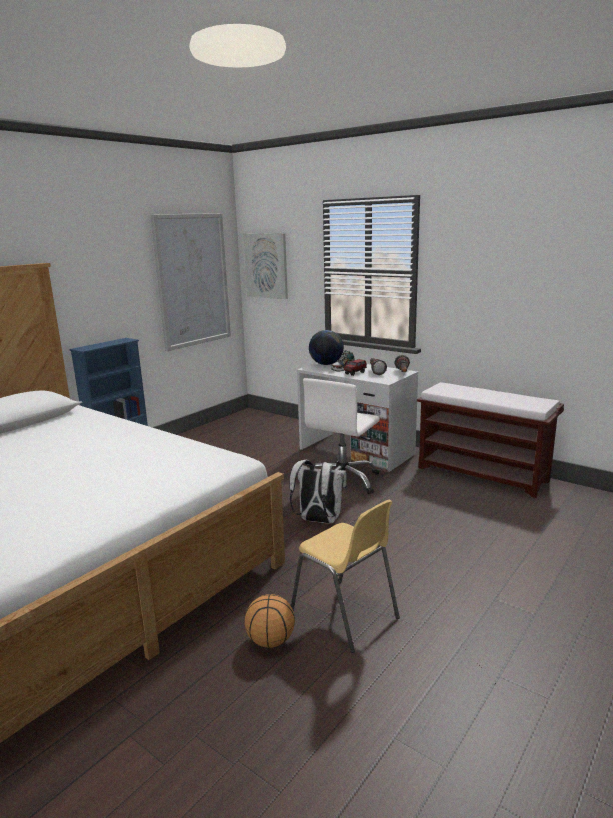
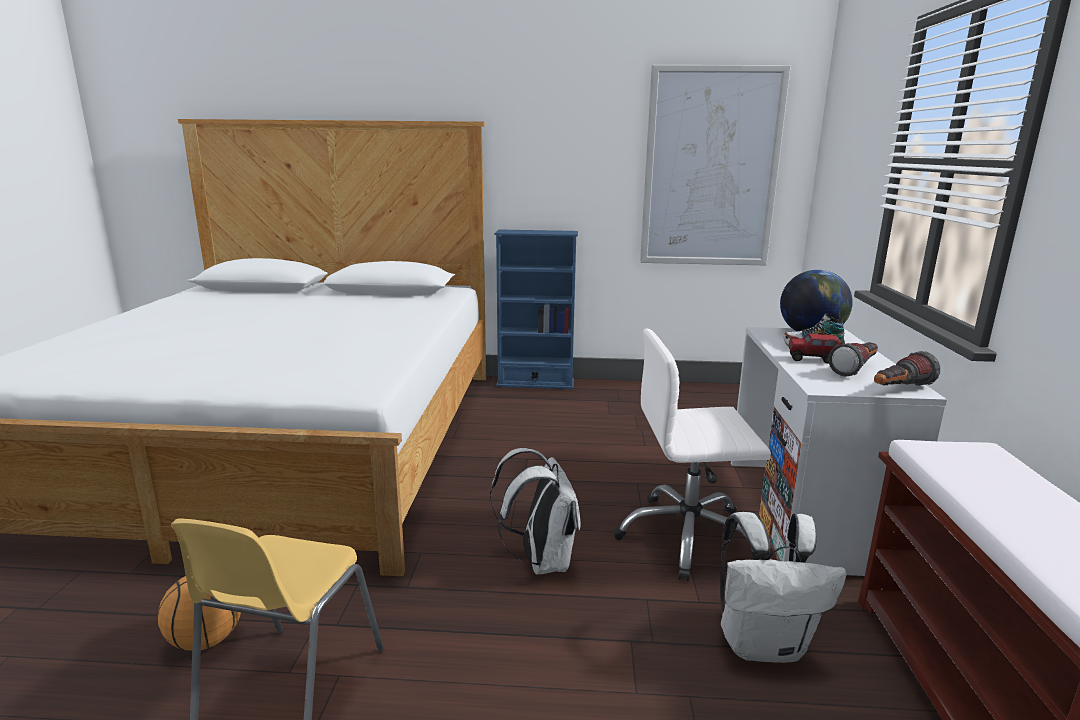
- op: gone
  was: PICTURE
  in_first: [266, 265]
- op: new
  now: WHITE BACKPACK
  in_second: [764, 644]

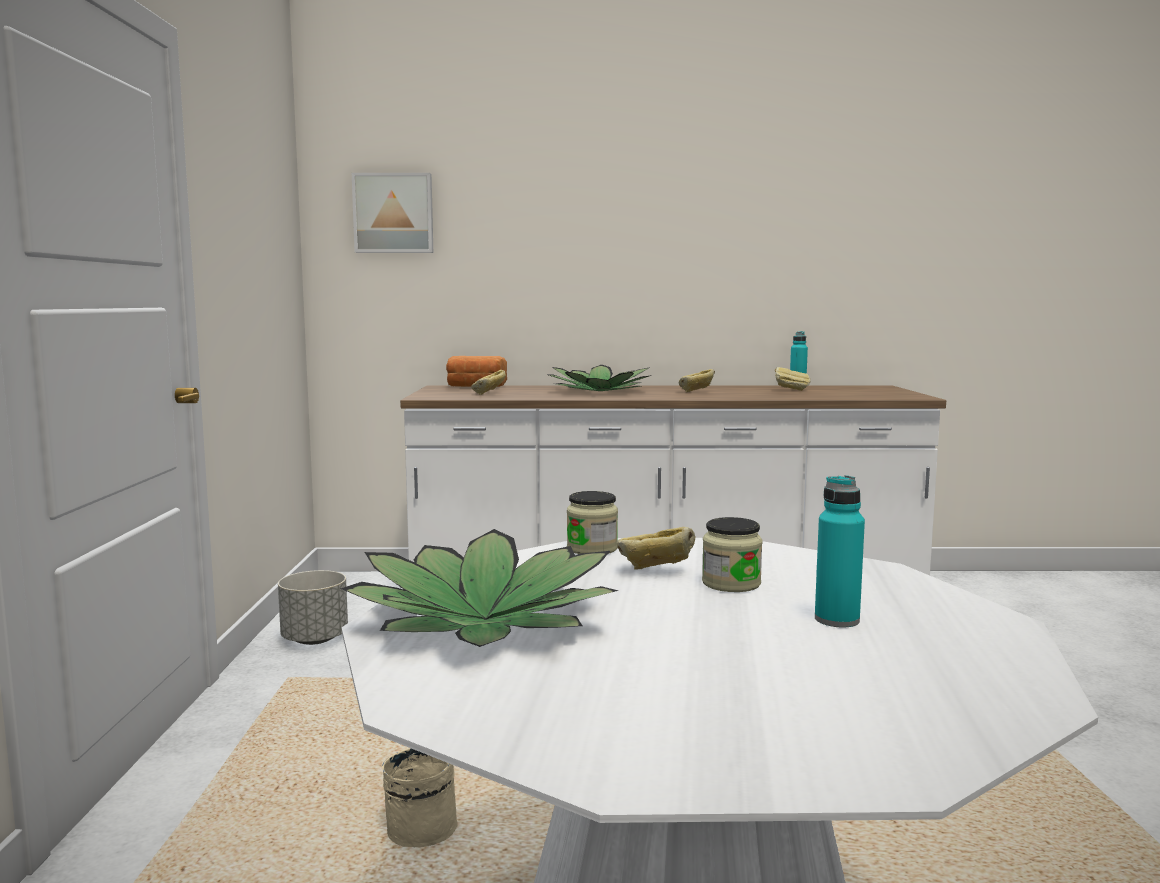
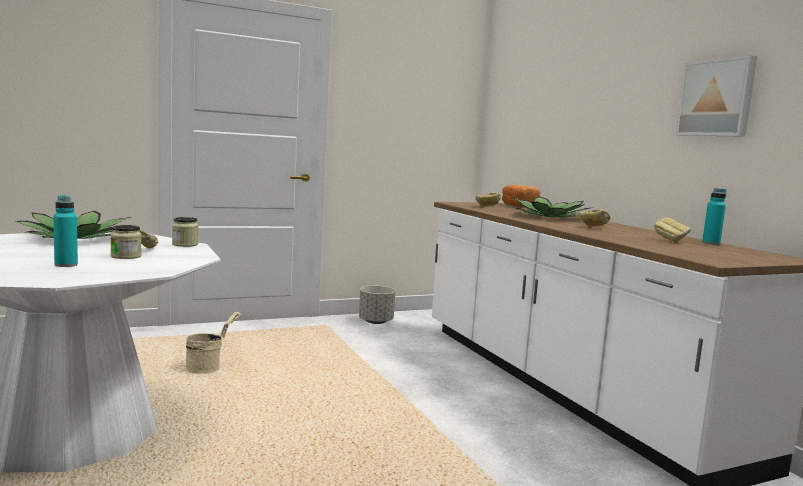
- op: shifted
  was: PICTURE
  in_first: [393, 213]
  in_second: [717, 98]

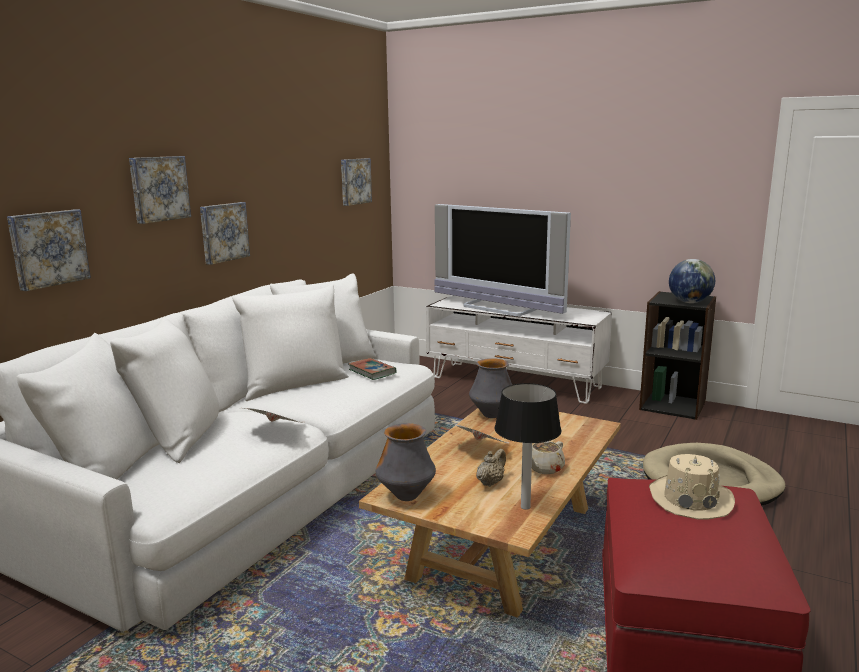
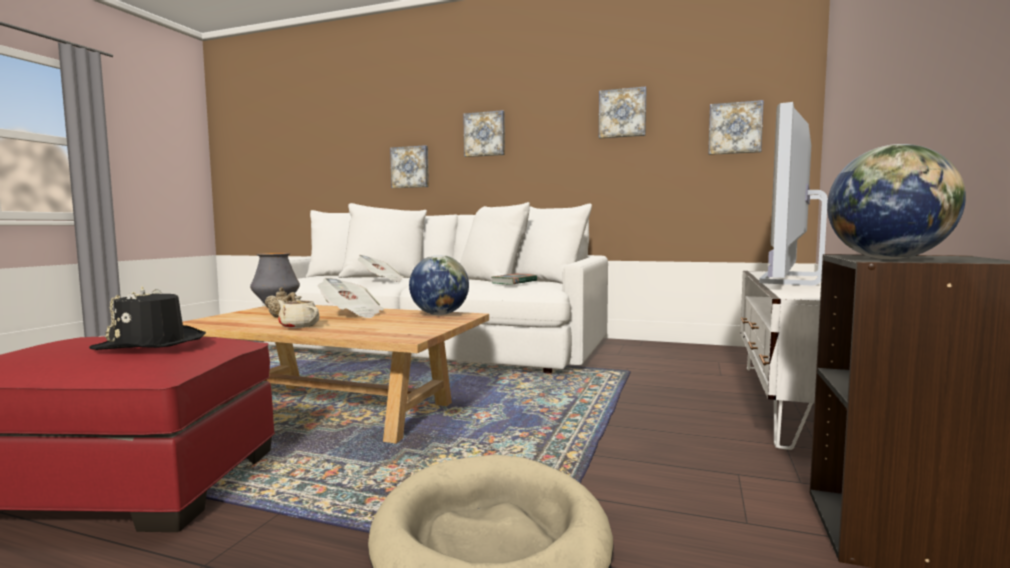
- op: shifted
  was: PICTURE
  in_first: [223, 232]
  in_second: [622, 113]
- op: swapped
  was: VASE
  now: GLOBE
  in_first: [491, 415]
  in_second: [439, 314]
- op: gone
  was: TABLE LAMP
  in_first: [525, 506]
- op: repainted
  was: BEIGE HAT
  now: BLACK HAT
  in_first: [690, 499]
  in_second: [151, 343]

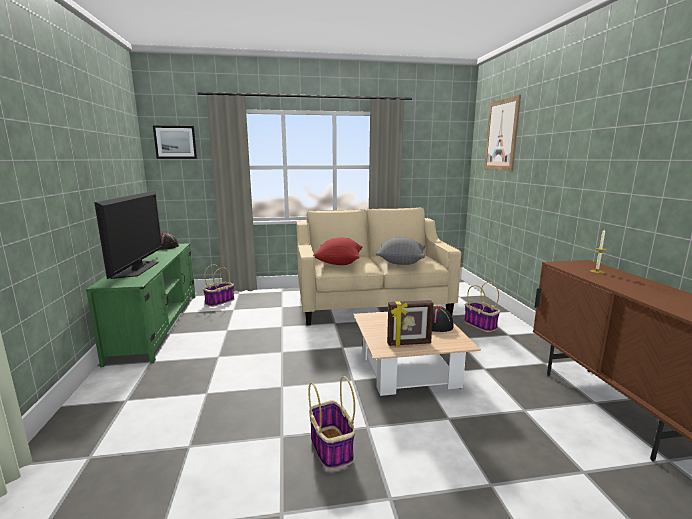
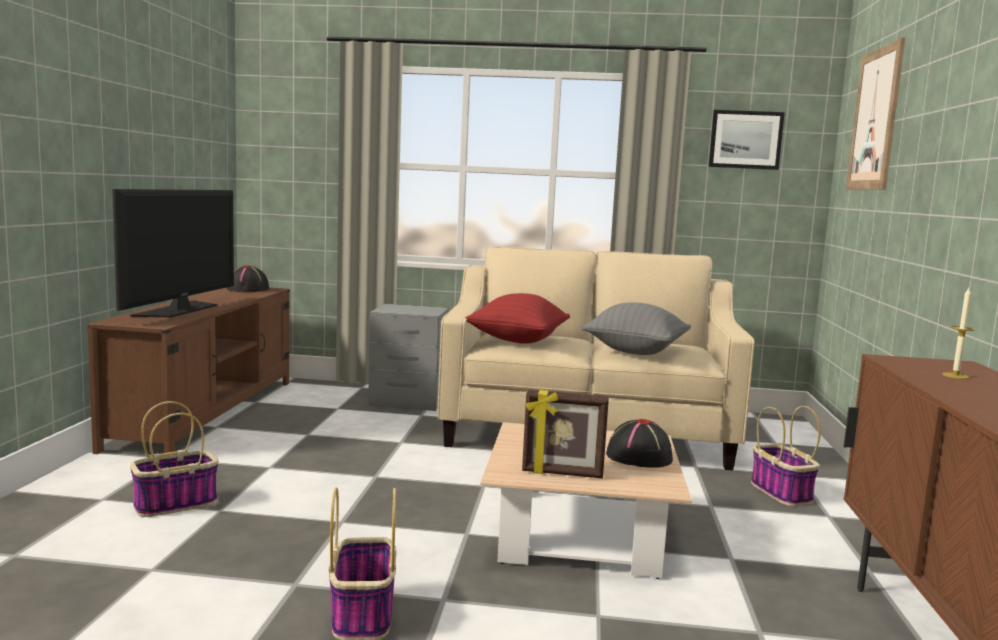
- op: shifted
  was: PICTURE
  in_first: [175, 142]
  in_second: [745, 140]
- op: repainted
  was: GREEN TV STAND
  now: BROWN TV STAND
  in_first: [157, 324]
  in_second: [207, 412]
- op: shifted
  was: BASKET
  in_first: [220, 301]
  in_second: [176, 504]
- op: new
  now: GREY NIGHTSTAND
  in_second: [409, 401]

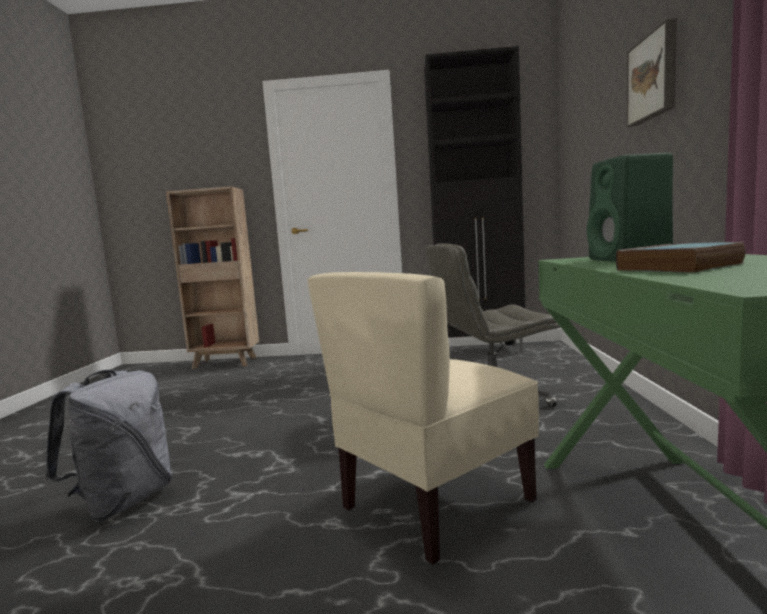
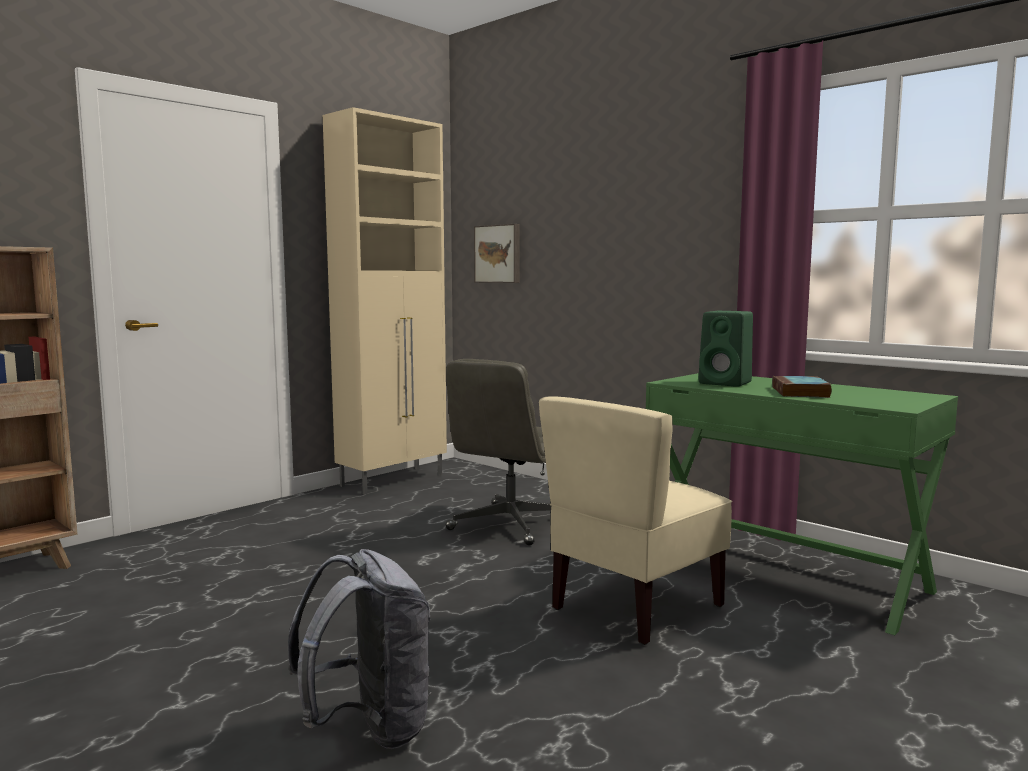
- op: shifted
  was: PICTURE
  in_first: [654, 77]
  in_second: [498, 254]
- op: repainted
  was: BLACK CABINET
  now: BEIGE CABINET
  in_first: [482, 350]
  in_second: [394, 480]
- op: rotated
  was: BEIGE CHAIR
  in_first: [435, 504]
  in_second: [635, 607]
  clockwise: 45

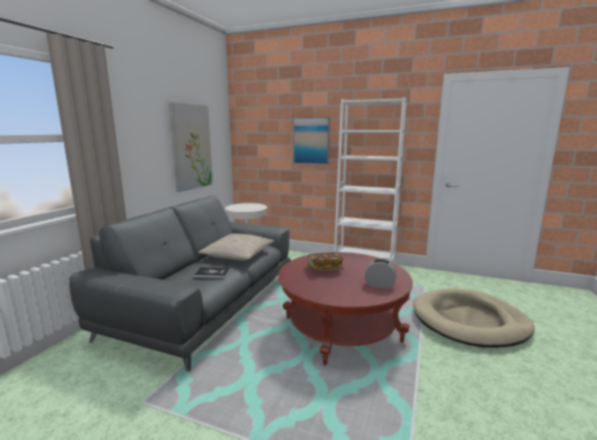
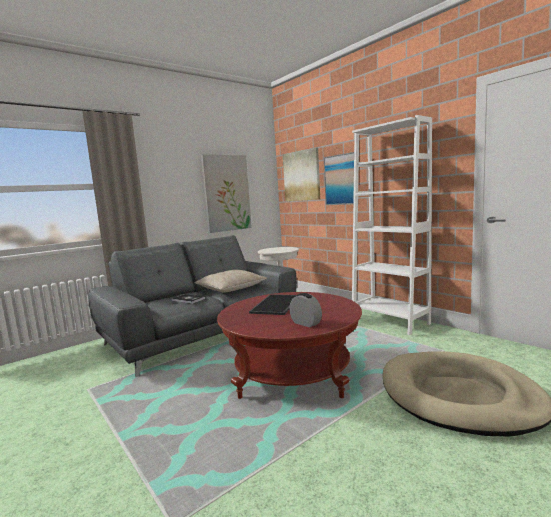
- op: swapped
  was: BOOK
  now: TRAY
  in_first: [324, 269]
  in_second: [277, 305]
- op: new
  now: PICTURE
  in_second: [301, 176]

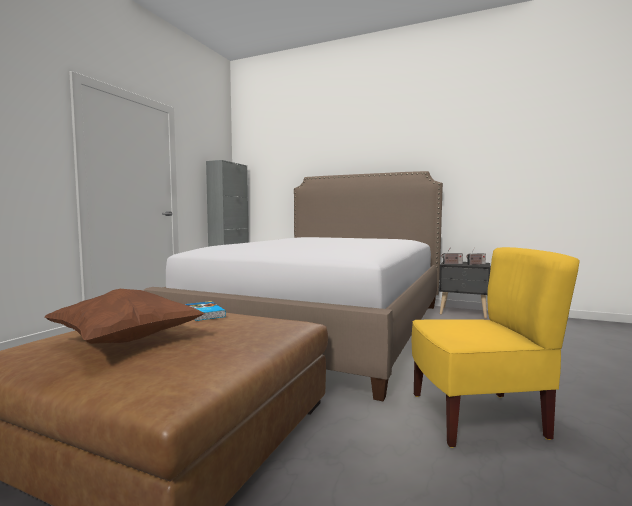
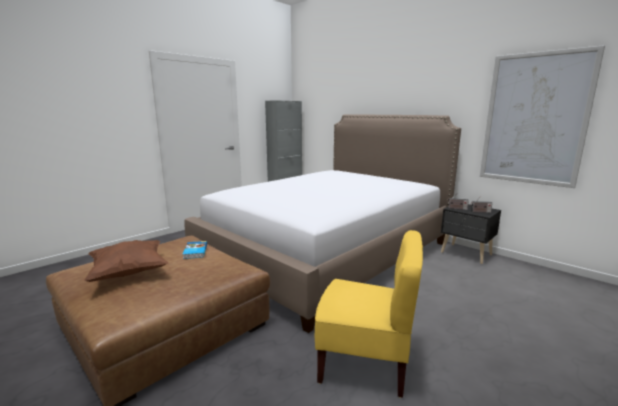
- op: new
  now: PICTURE
  in_second: [534, 119]

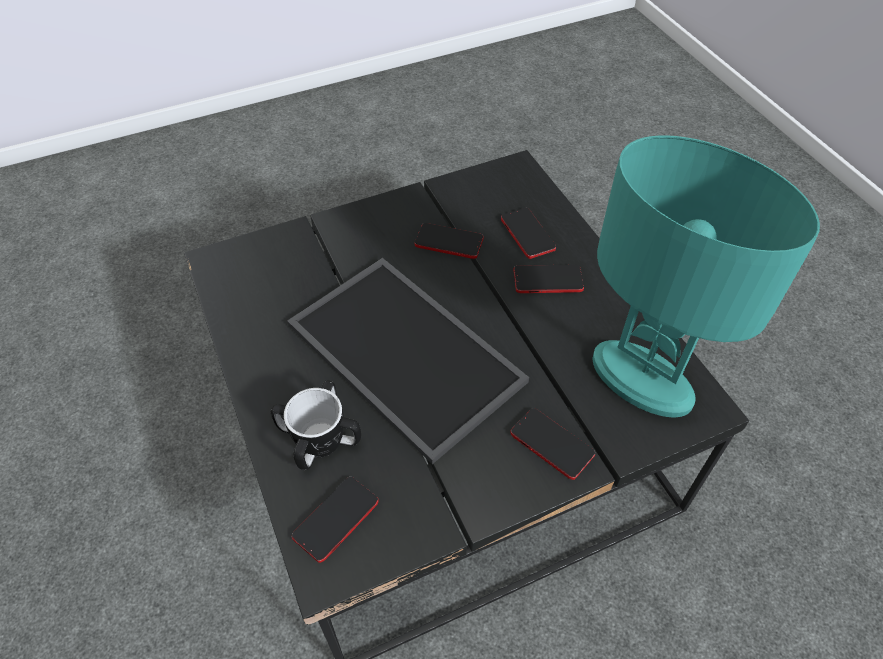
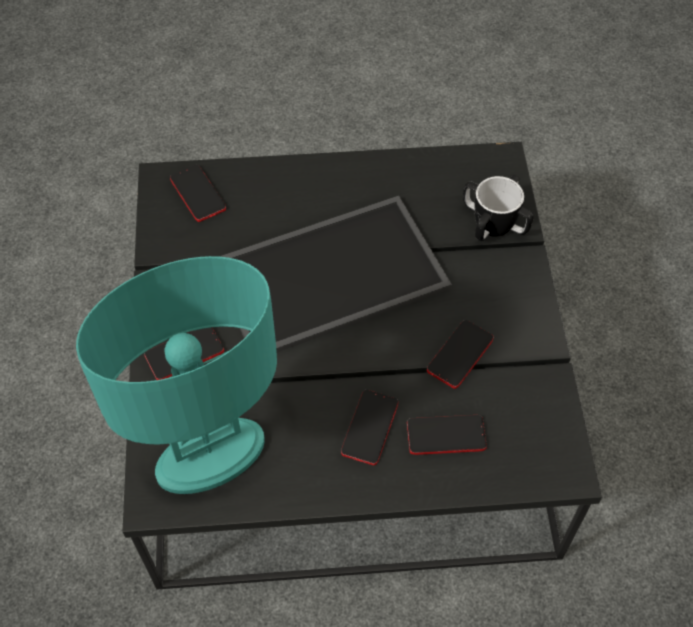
- op: shifted
  was: MUG
  in_first: [320, 440]
  in_second: [494, 223]

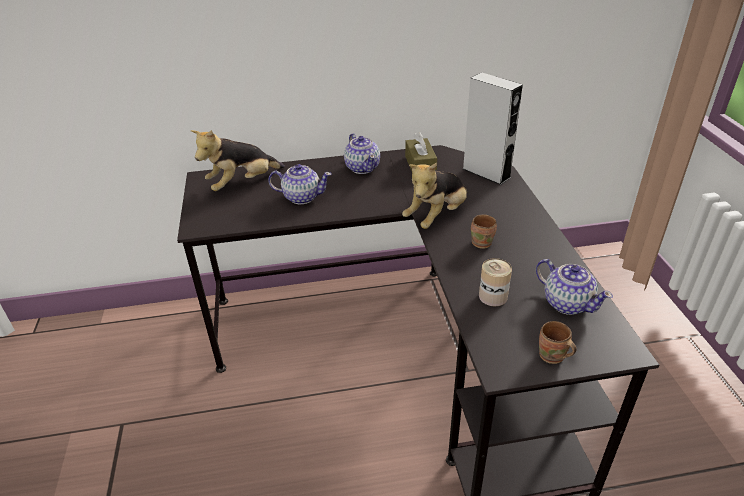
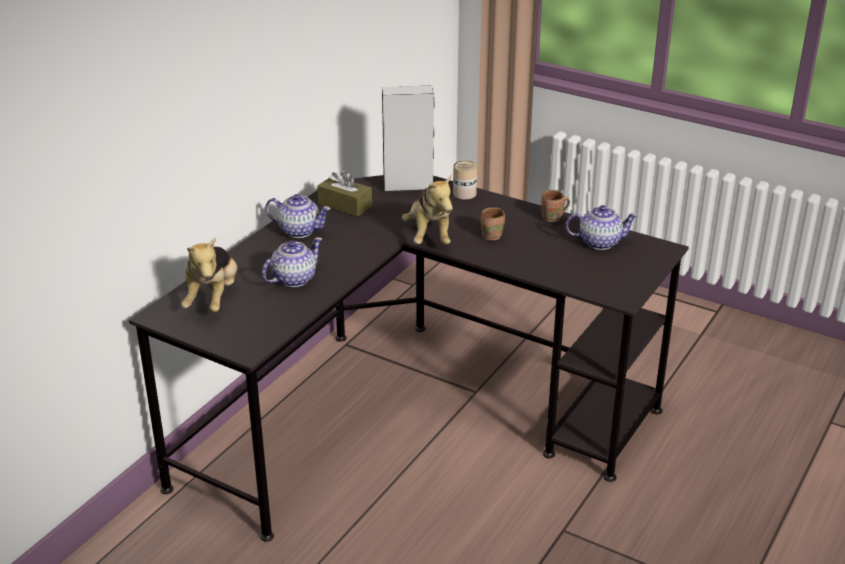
- op: shifted
  was: CAN
  in_first: [493, 296]
  in_second: [464, 193]
- op: shifted
  was: BROWN MUG
  in_first: [552, 357]
  in_second: [553, 218]

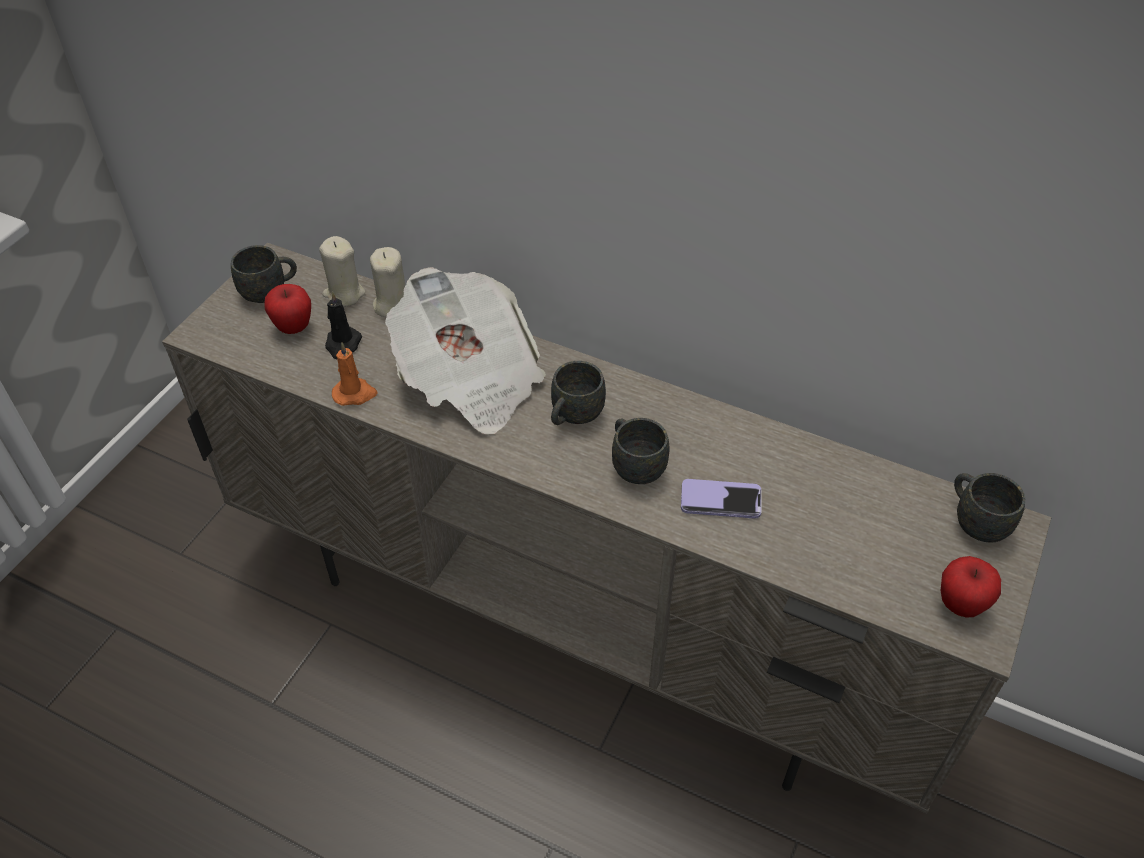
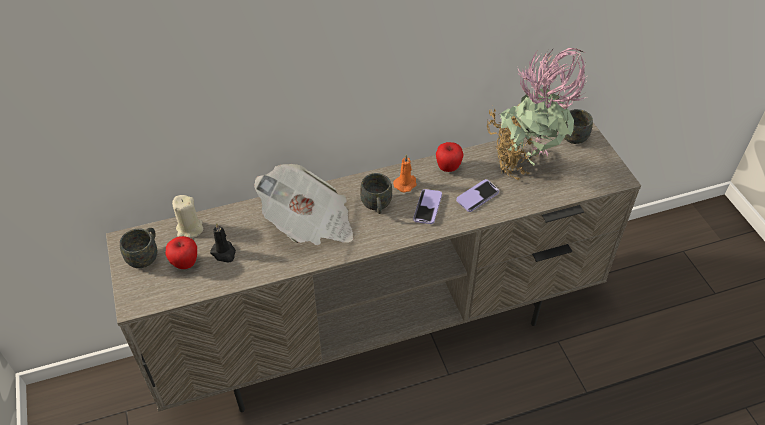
- op: gone
  was: BEIGE CANDLE
  in_first: [392, 304]
- op: shifted
  was: ORANGE CANDLE
  in_first: [355, 394]
  in_second: [406, 183]
- op: swapped
  was: GREY MUG
  now: PHONE
  in_first: [634, 464]
  in_second: [427, 207]
- op: shifted
  was: APPLE
  in_first: [960, 605]
  in_second: [448, 168]
- op: new
  now: POTTED PLANT
  in_second: [525, 164]

